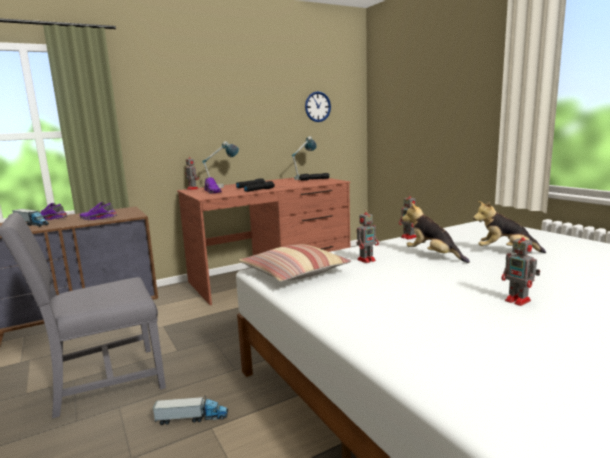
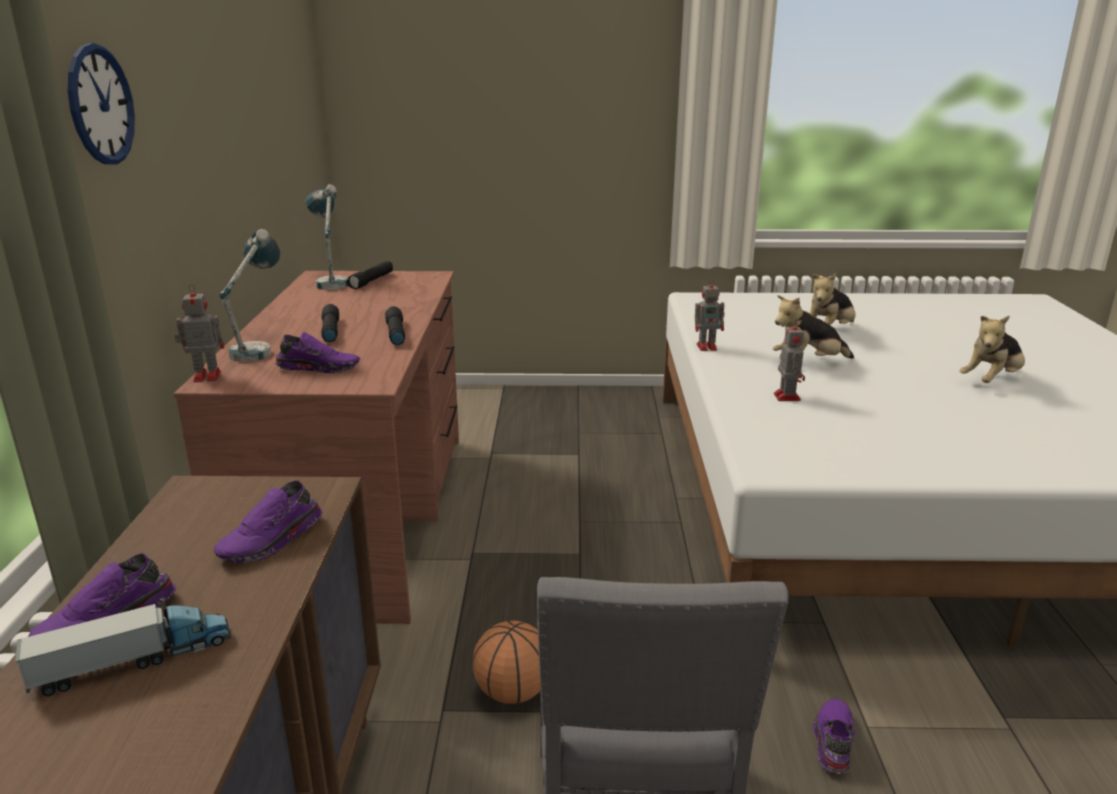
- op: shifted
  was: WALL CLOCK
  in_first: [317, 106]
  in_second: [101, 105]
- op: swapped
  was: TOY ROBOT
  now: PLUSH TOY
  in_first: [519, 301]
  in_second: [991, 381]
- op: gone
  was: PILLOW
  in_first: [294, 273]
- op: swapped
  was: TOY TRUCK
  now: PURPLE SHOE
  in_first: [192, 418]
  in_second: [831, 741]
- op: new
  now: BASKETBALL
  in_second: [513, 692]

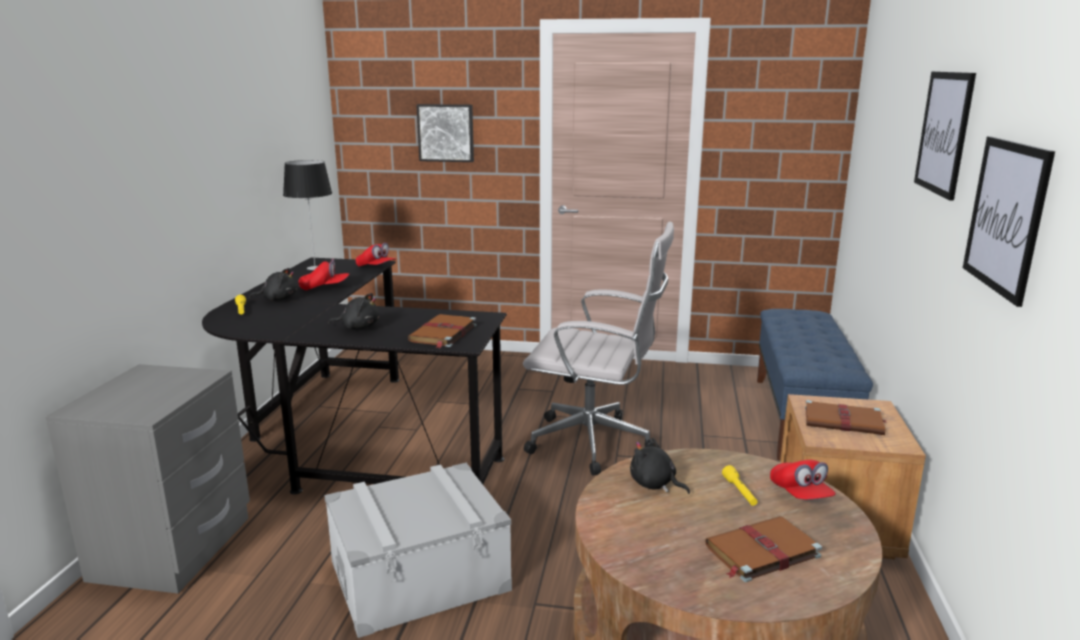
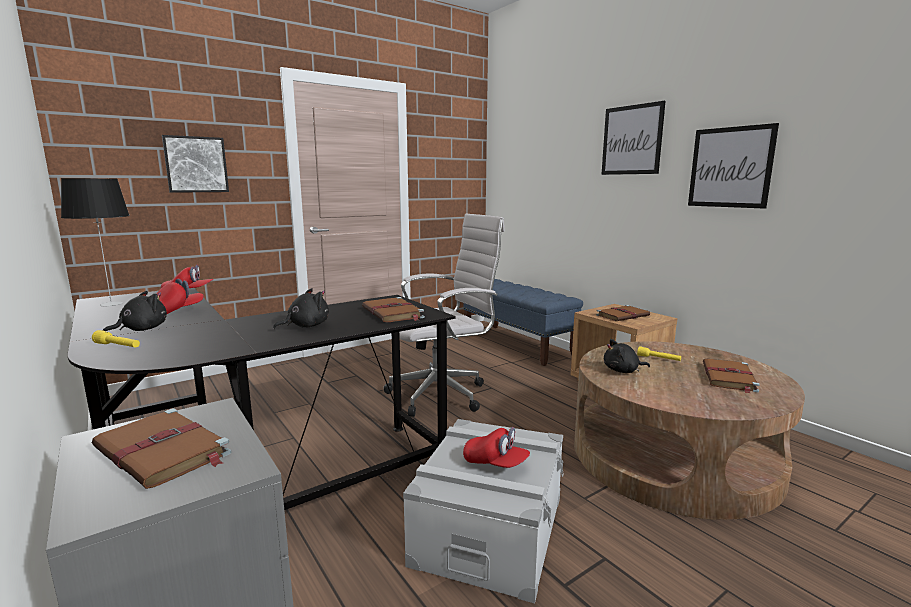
- op: shifted
  was: RED CAP
  in_first: [800, 494]
  in_second: [495, 463]
- op: new
  now: BROWN BOOK
  in_second: [163, 452]

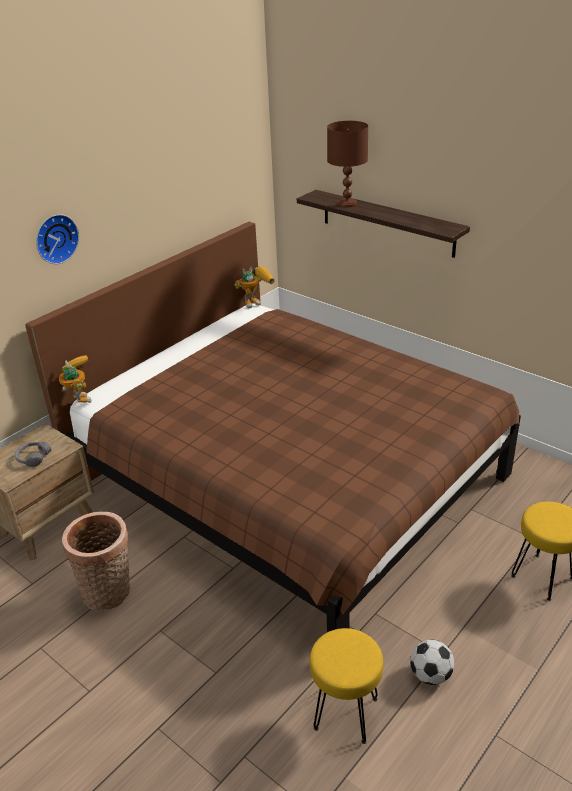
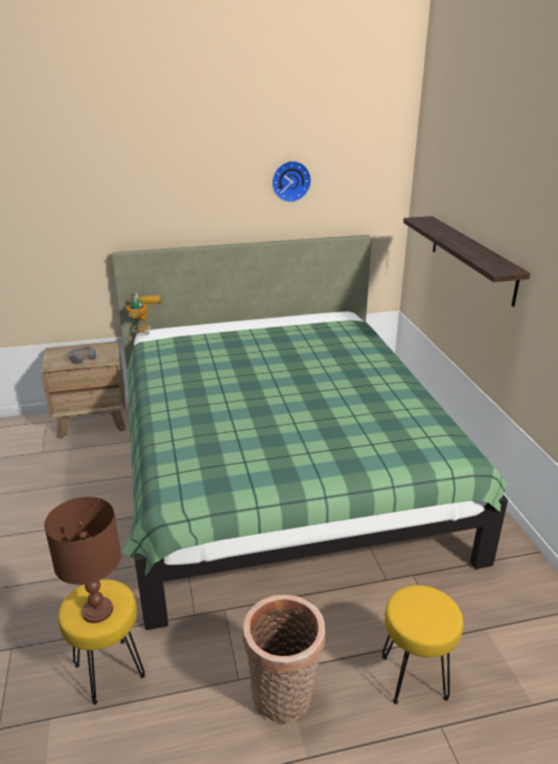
- op: shifted
  was: BROWN TABLE LAMP
  in_first: [347, 204]
  in_second: [97, 610]
- op: shifted
  was: WALL CLOCK
  in_first: [55, 238]
  in_second: [290, 181]
- op: repainted
  was: BROWN BED
  now: GREEN BED
  in_first: [289, 483]
  in_second: [279, 472]
- op: gone
  was: TOY ROBOT
  in_first: [256, 301]
- op: shifted
  was: BASKET
  in_first: [109, 594]
  in_second: [283, 699]
- op: gone
  was: FOOTBALL
  in_first: [430, 675]

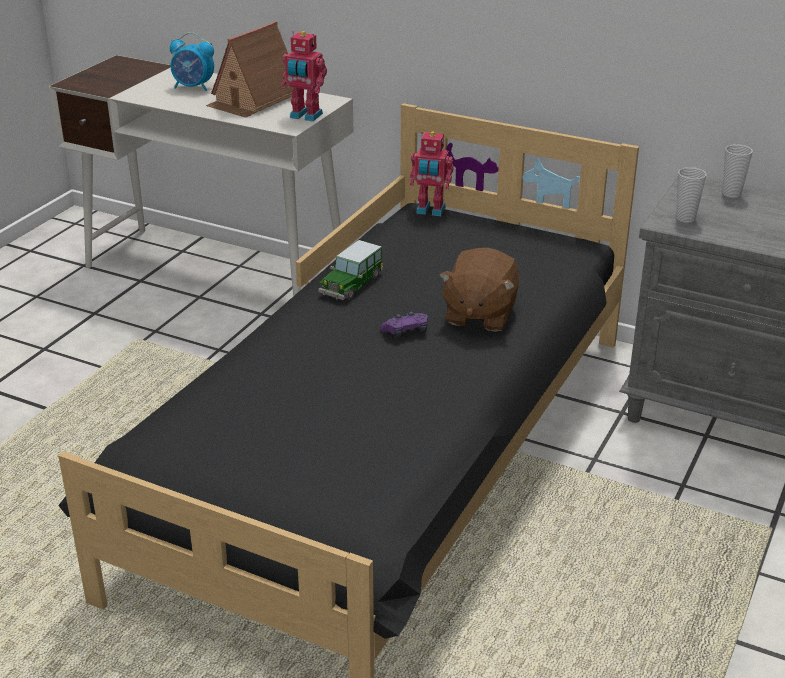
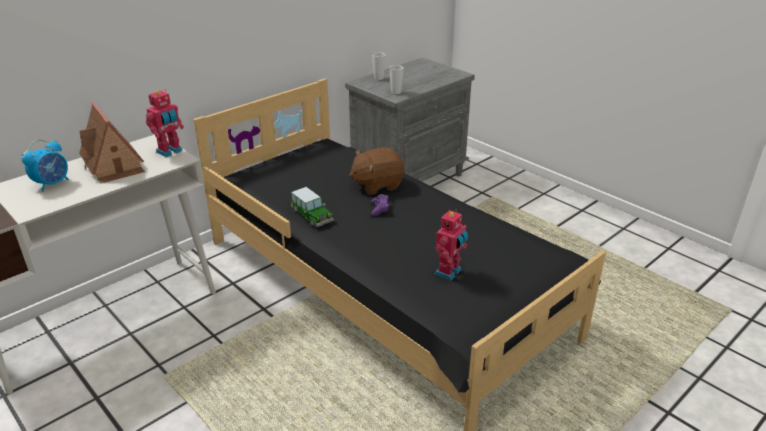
- op: shifted
  was: TOY ROBOT
  in_first: [430, 211]
  in_second: [449, 272]
- op: rotated
  was: BROWN PLUSH TOY
  in_first: [479, 315]
  in_second: [377, 184]
  clockwise: 120

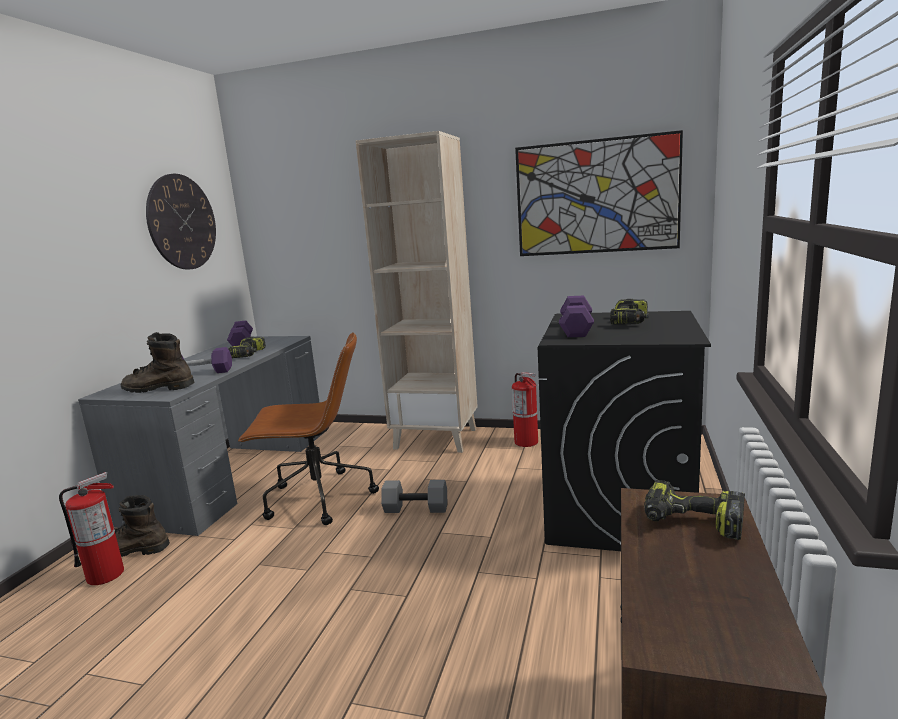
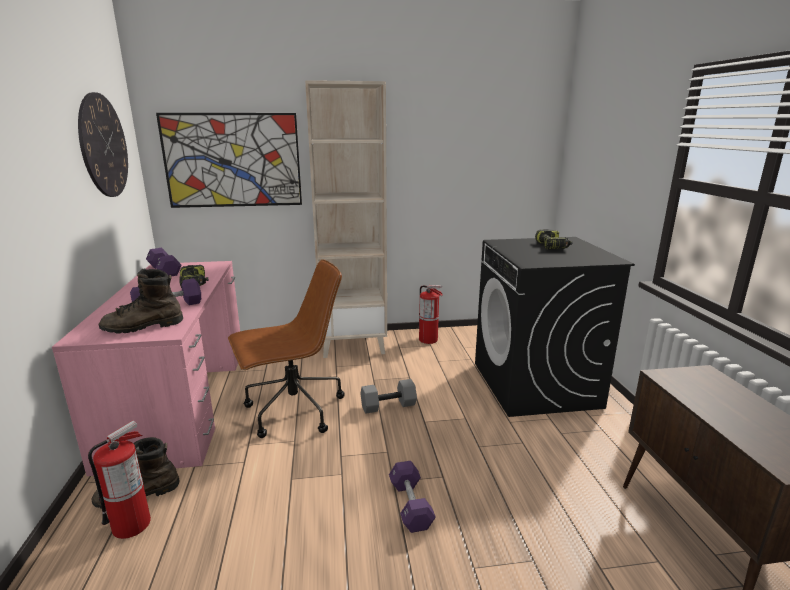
- op: shifted
  was: PICTURE
  in_first: [596, 197]
  in_second: [232, 160]
- op: shifted
  was: PURPLE DUMBBELL
  in_first: [576, 329]
  in_second: [410, 505]
- op: repainted
  was: GREY DESK
  now: PINK DESK
  in_first: [234, 472]
  in_second: [182, 399]
- op: gone
  was: POWER DRILL
  in_first: [691, 523]

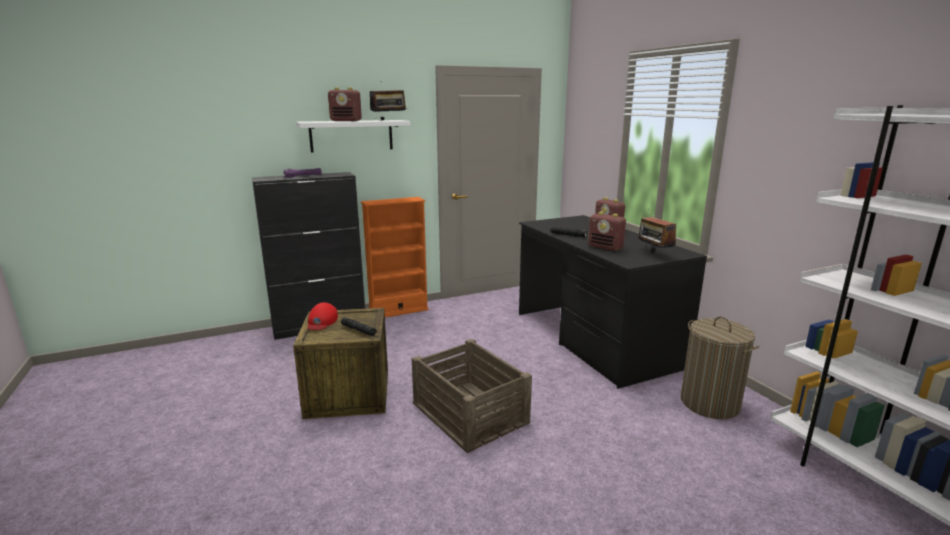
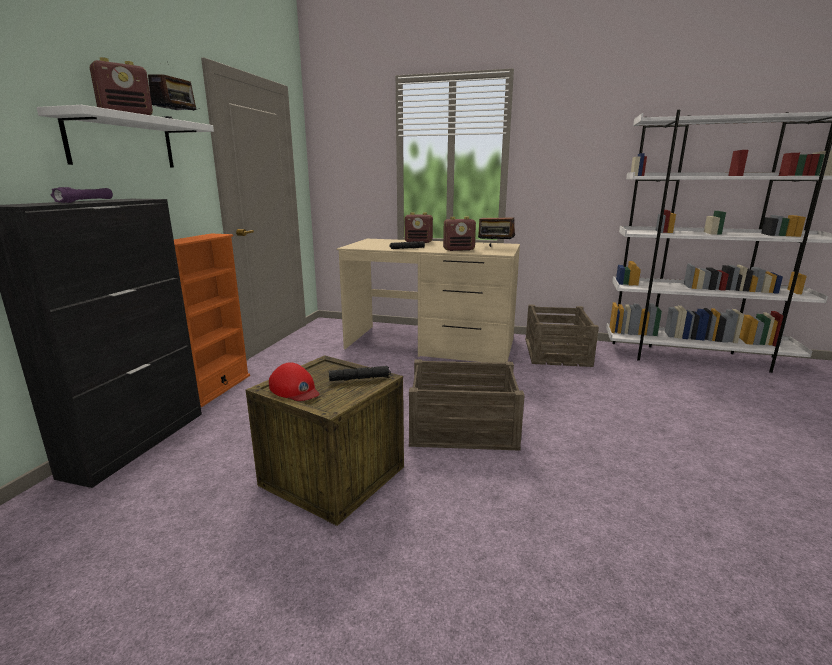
- op: repainted
  was: BLACK DESK
  now: BEIGE DESK
  in_first: [594, 339]
  in_second: [431, 344]
- op: swapped
  was: LAUNDRY BASKET
  now: CRATE
  in_first: [710, 403]
  in_second: [557, 351]

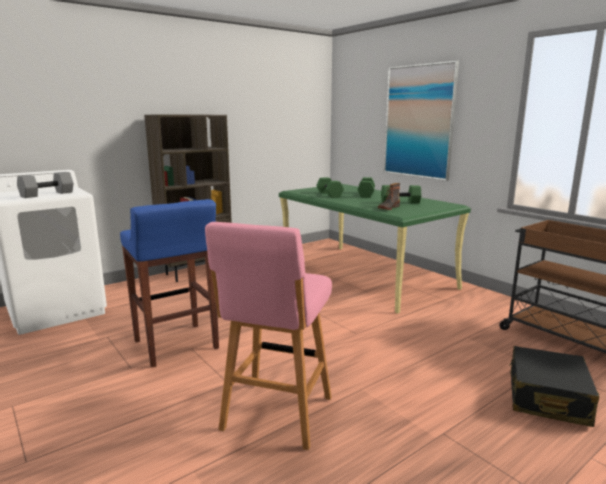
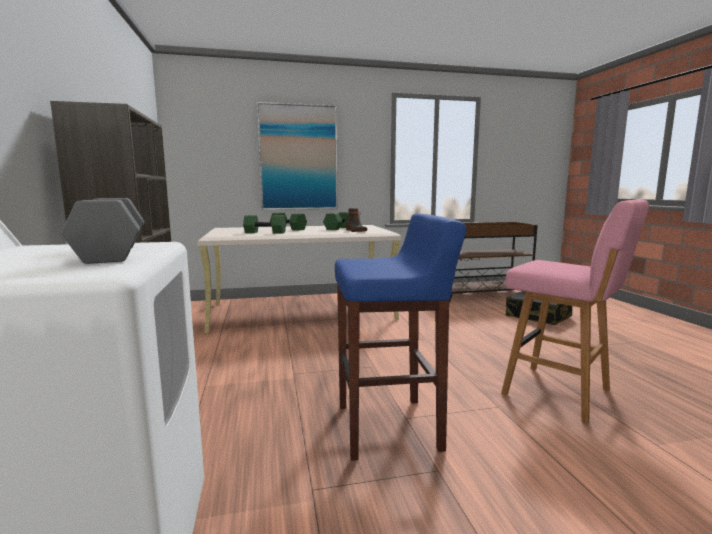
- op: repainted
  was: GREEN DESK
  now: BEIGE DESK
  in_first: [364, 274]
  in_second: [302, 311]

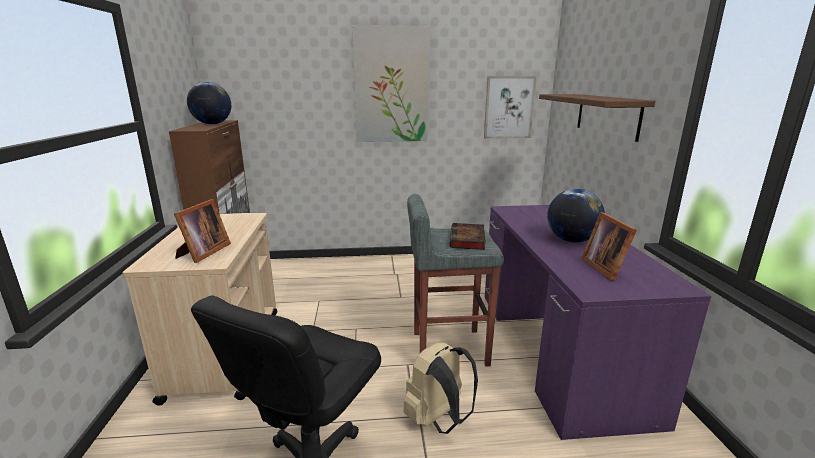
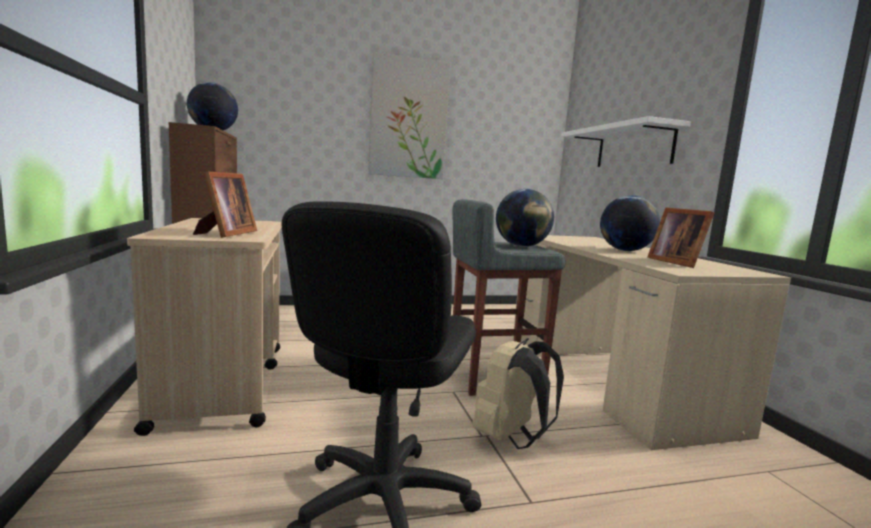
- op: gone
  was: PICTURE
  in_first: [509, 107]
- op: repainted
  was: BROWN SHELF
  now: WHITE SHELF
  in_first: [607, 115]
  in_second: [633, 147]
- op: repainted
  was: PURPLE DESK
  now: BEIGE DESK
  in_first: [556, 349]
  in_second: [607, 377]
- op: swapped
  was: BOOK
  now: GLOBE
  in_first: [468, 240]
  in_second: [521, 246]

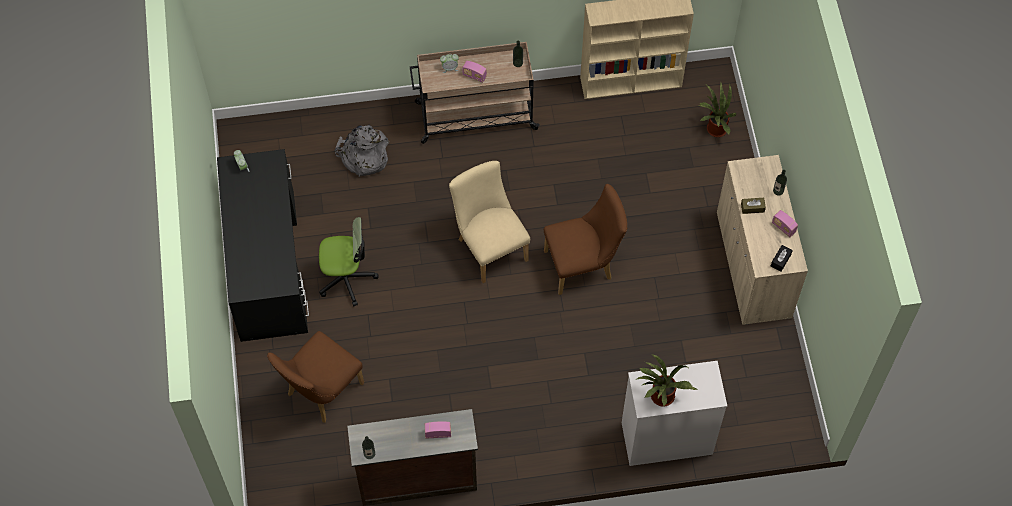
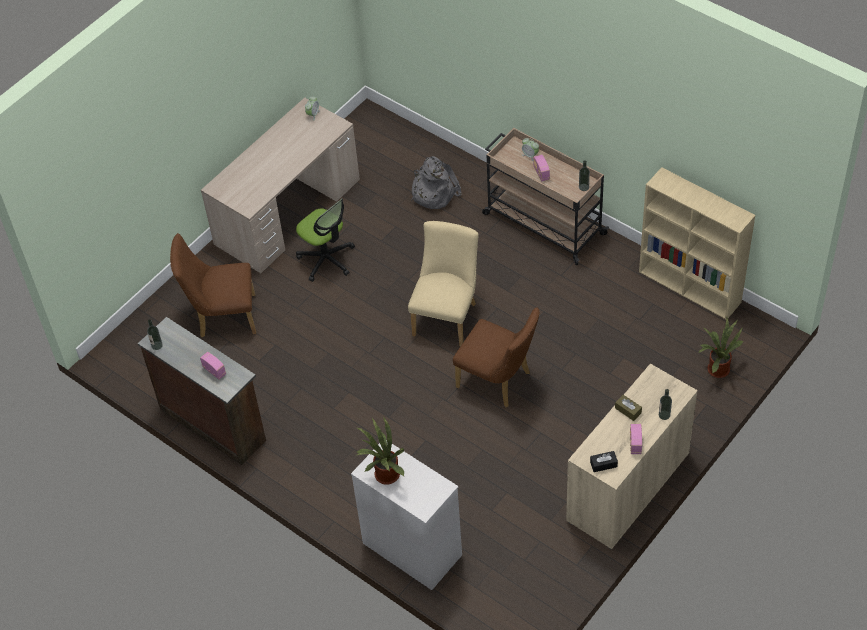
- op: repainted
  was: BLACK DESK
  now: BEIGE DESK
  in_first: [268, 264]
  in_second: [288, 211]

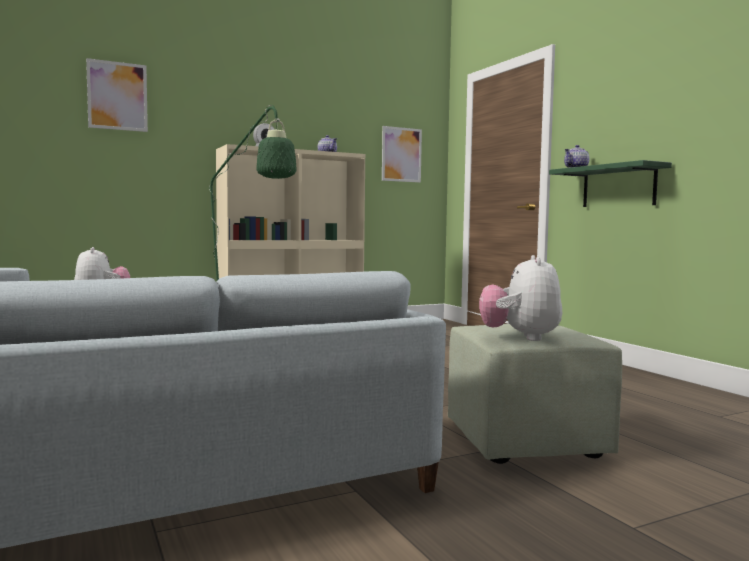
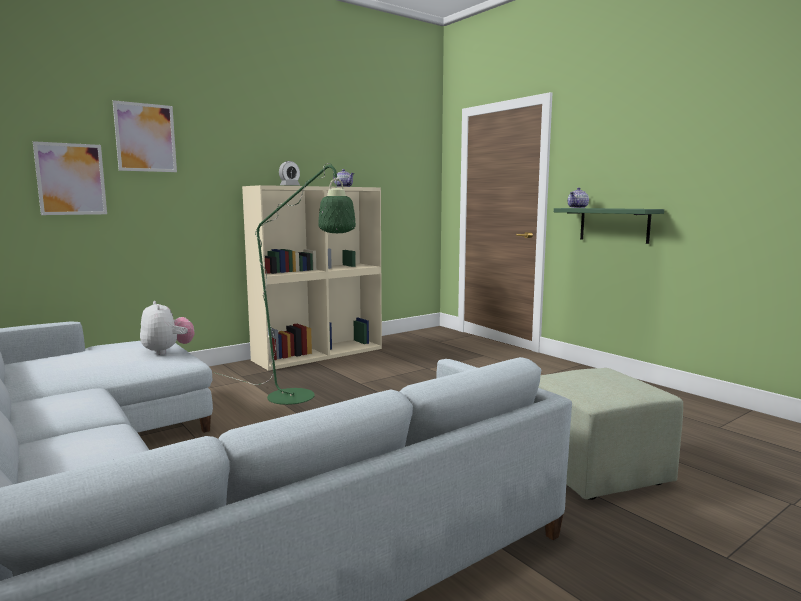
- op: shifted
  was: PICTURE
  in_first: [401, 154]
  in_second: [71, 179]
- op: gone
  was: PLUSH TOY
  in_first: [520, 337]

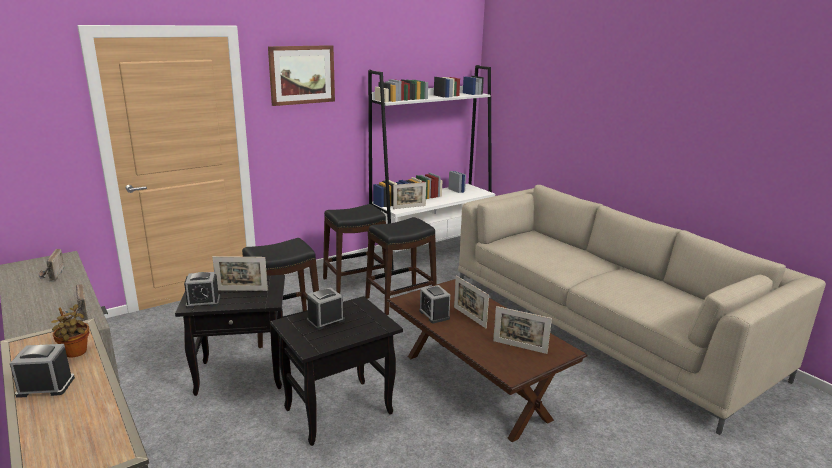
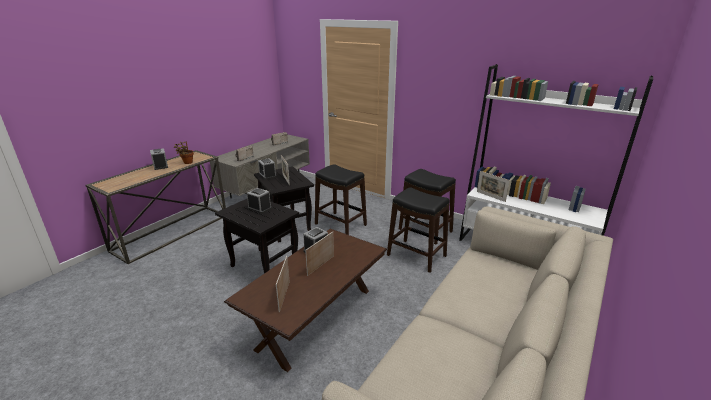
- op: gone
  was: PICTURE
  in_first: [302, 75]

